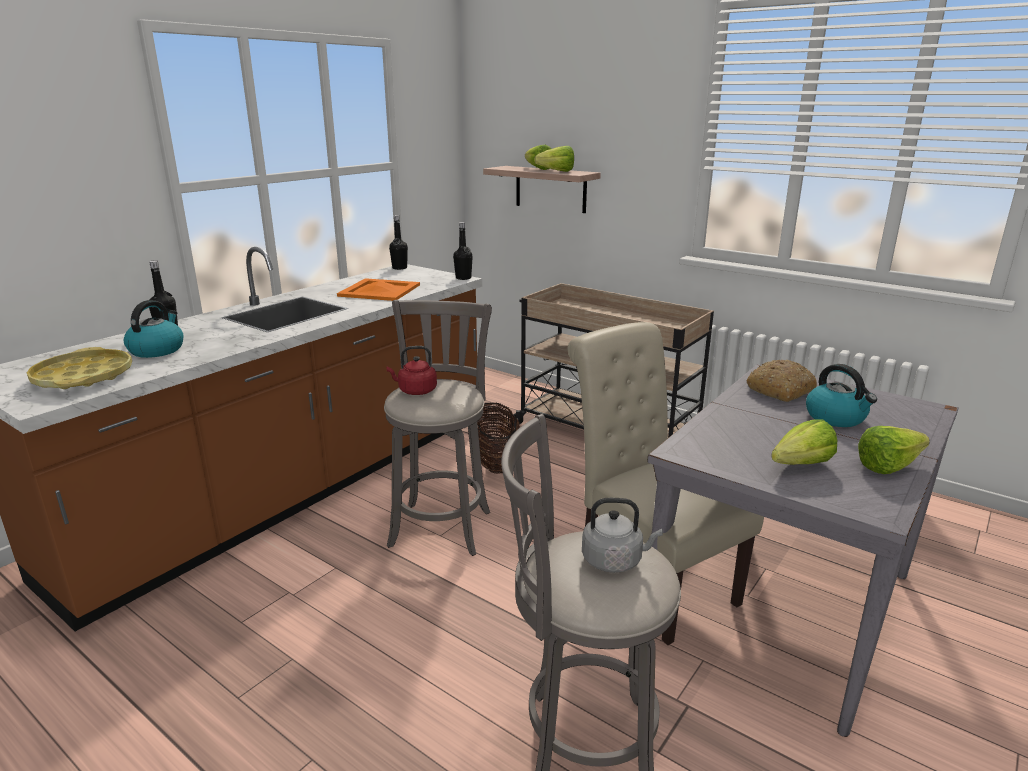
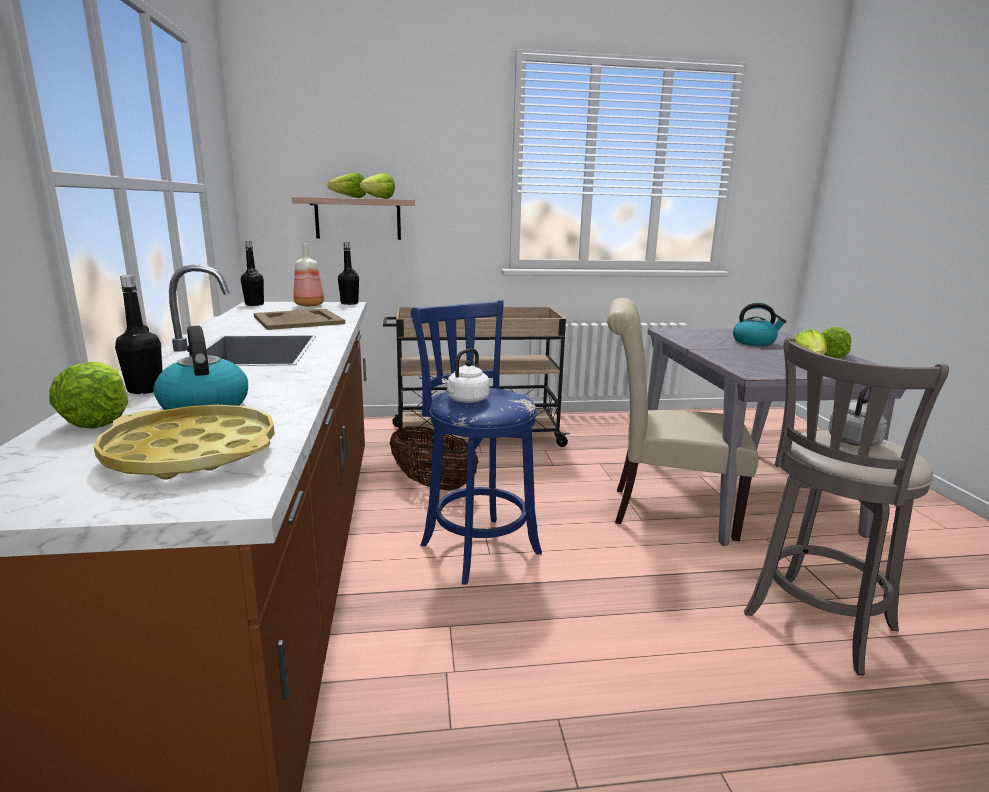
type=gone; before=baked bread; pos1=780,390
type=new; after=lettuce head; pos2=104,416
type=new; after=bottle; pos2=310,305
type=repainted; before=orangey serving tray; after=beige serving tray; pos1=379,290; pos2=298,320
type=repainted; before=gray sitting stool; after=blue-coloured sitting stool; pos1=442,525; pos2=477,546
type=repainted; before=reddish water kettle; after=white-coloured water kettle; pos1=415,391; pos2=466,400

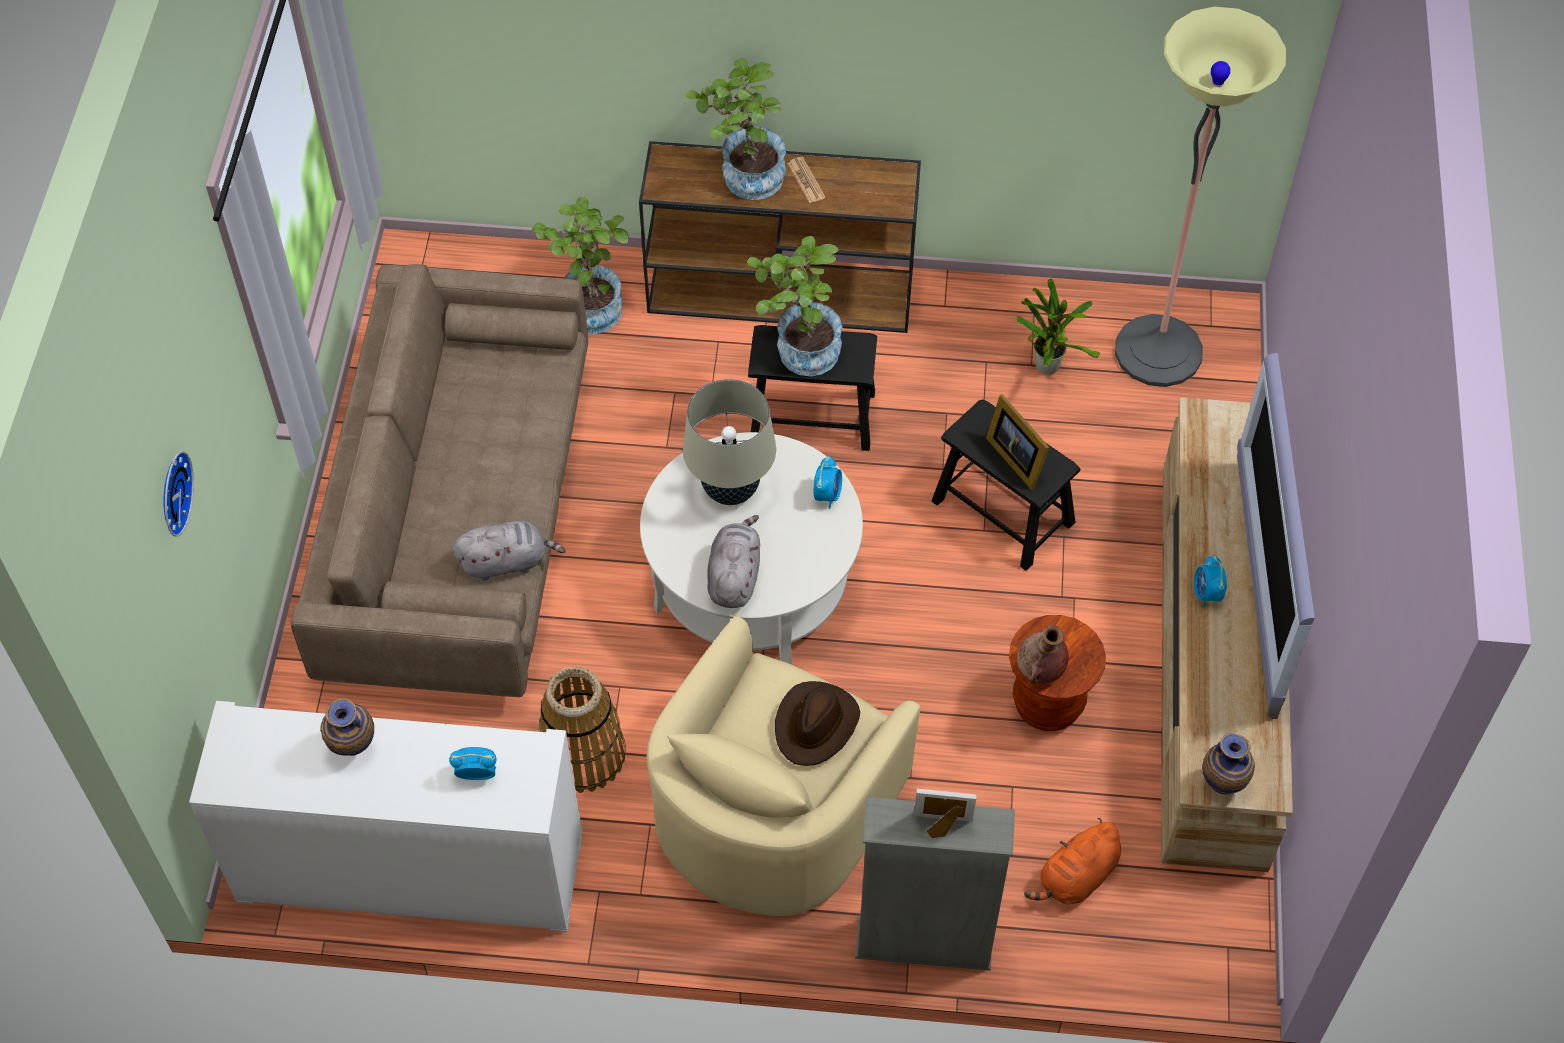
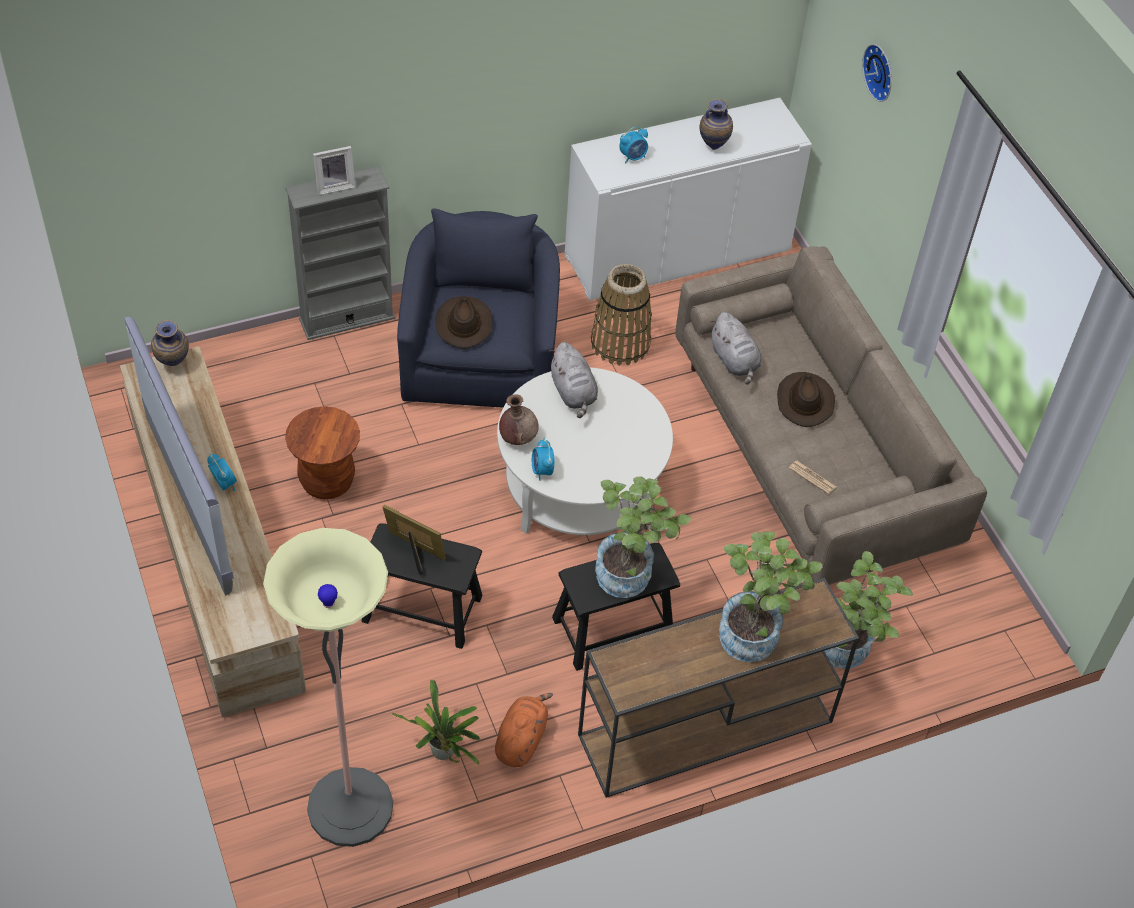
type=gone; before=beige tabletop lamp; pos1=730,489
type=new; after=brownish wearable hat; pos2=804,401
type=shifted; before=daily paper; pos1=806,180; pos2=812,477
type=shifted; before=brownish flower vase; pos1=1040,670; pos2=518,437
type=shifted; before=orangey soft toy; pos1=1076,878; pos2=521,739
type=repainted; before=beige easy chair; after=blue-coloured easy chair; pos1=772,809; pos2=481,355
type=rotated; before=gray soft toy; pos1=507,561; pos2=734,361; turn=-75

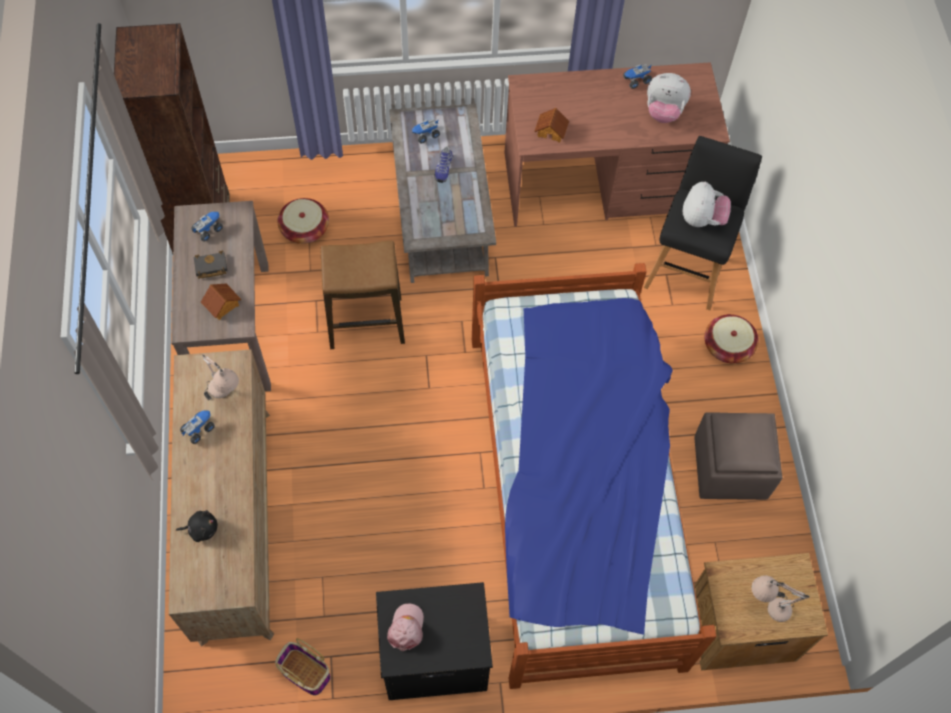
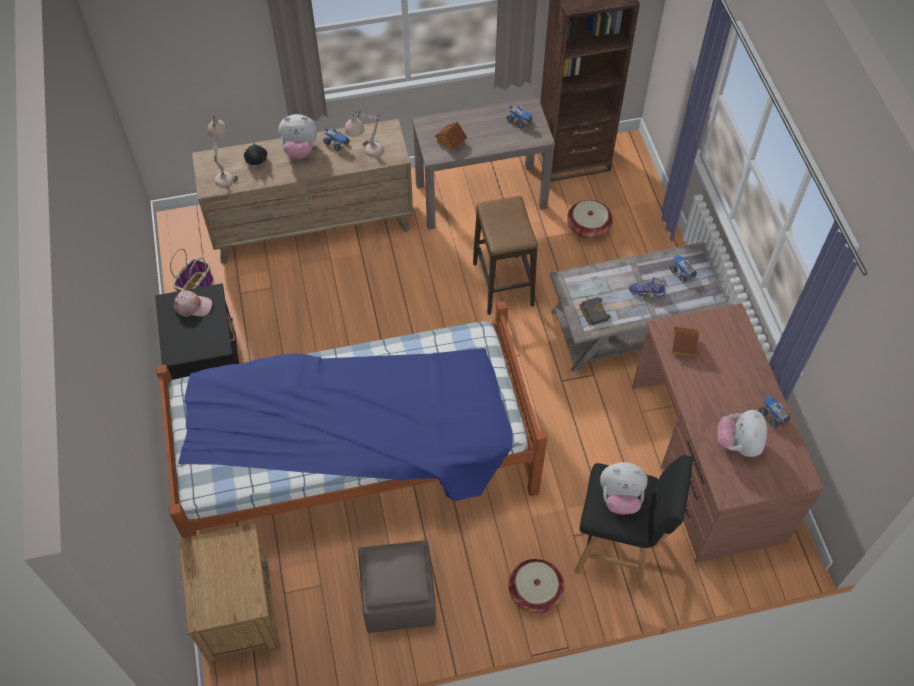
type=new; after=soft toy; pos2=300,150
type=shifted; before=black-coloured volume; pos1=210,267; pos2=593,312
type=shifted; before=beige tabletop lamp; pos1=766,607; pos2=225,171

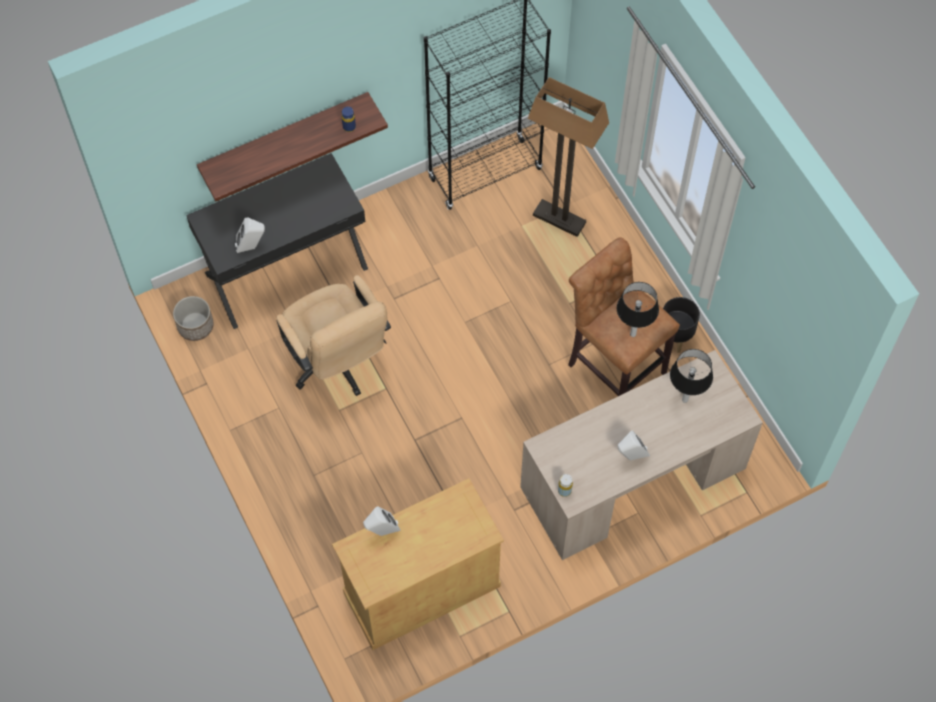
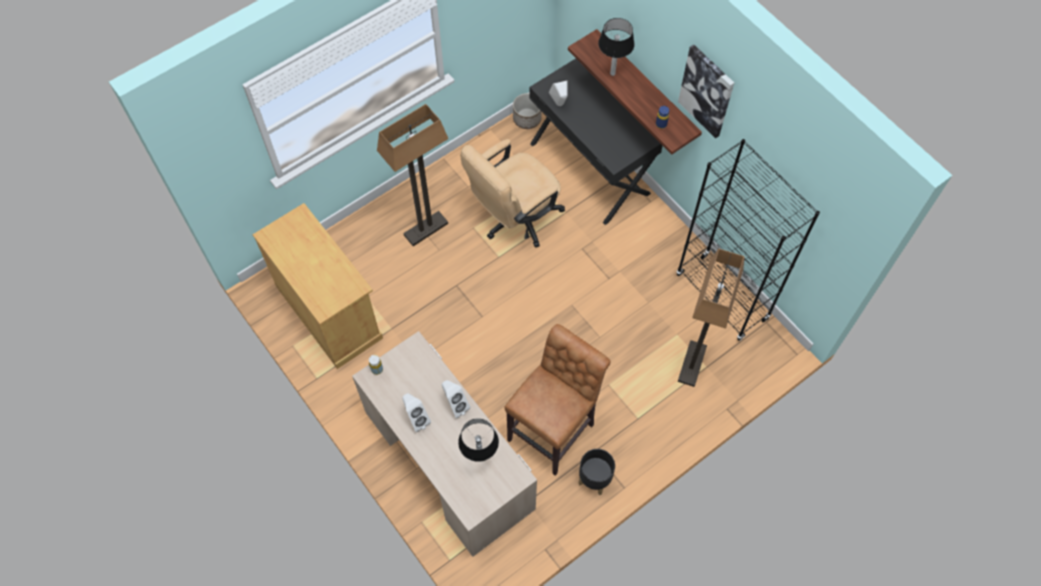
type=new; after=standard lamp; pos2=426,229
type=new; after=picture; pos2=707,91
type=shifted; before=white-coloured loudspeaker; pos1=382,532; pos2=455,405
type=shifted; before=tabletop lamp; pos1=633,334; pos2=612,73

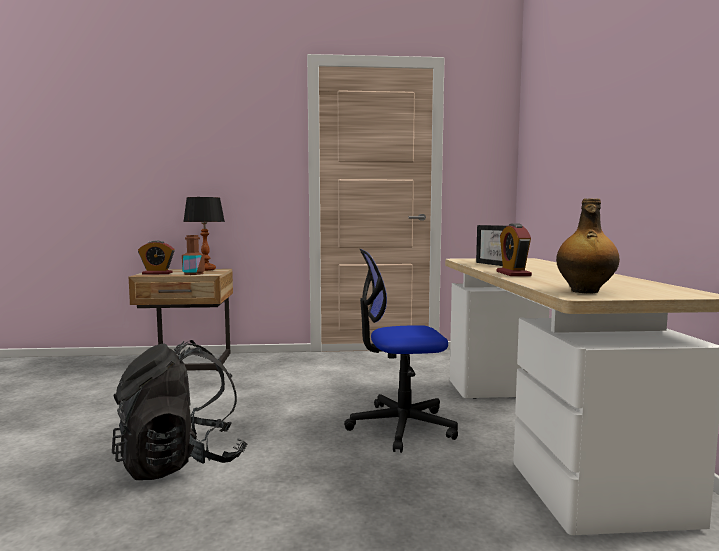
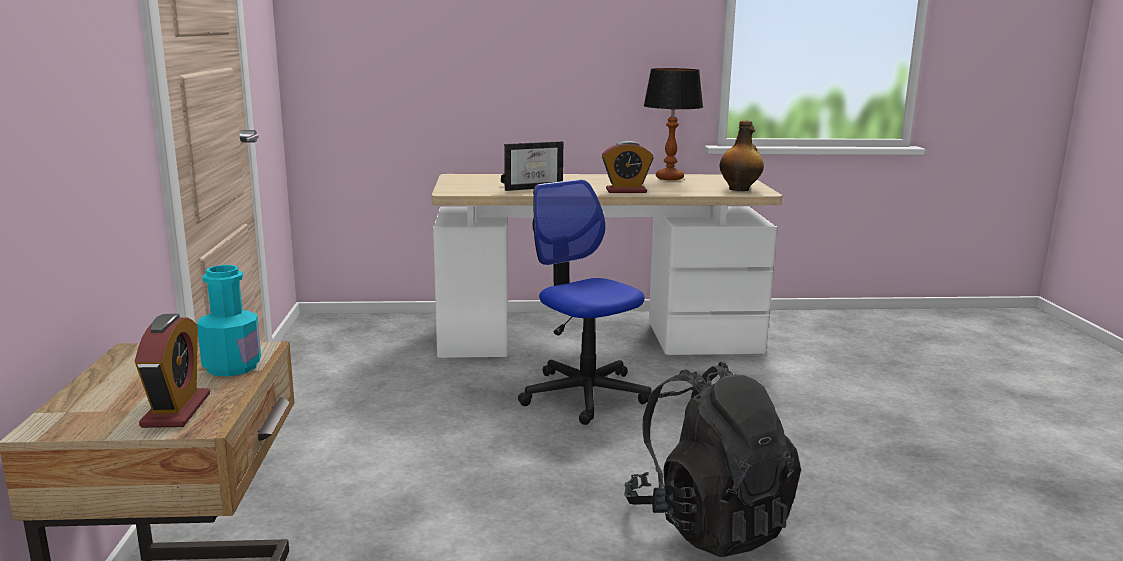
type=shifted; before=tabletop lamp; pos1=206,269; pos2=669,178
type=repainted; before=brownish bottle; after=blue-green bottle; pos1=193,274; pos2=232,367
type=rotated; before=computer chair; pos1=401,426; pos2=584,395; turn=150

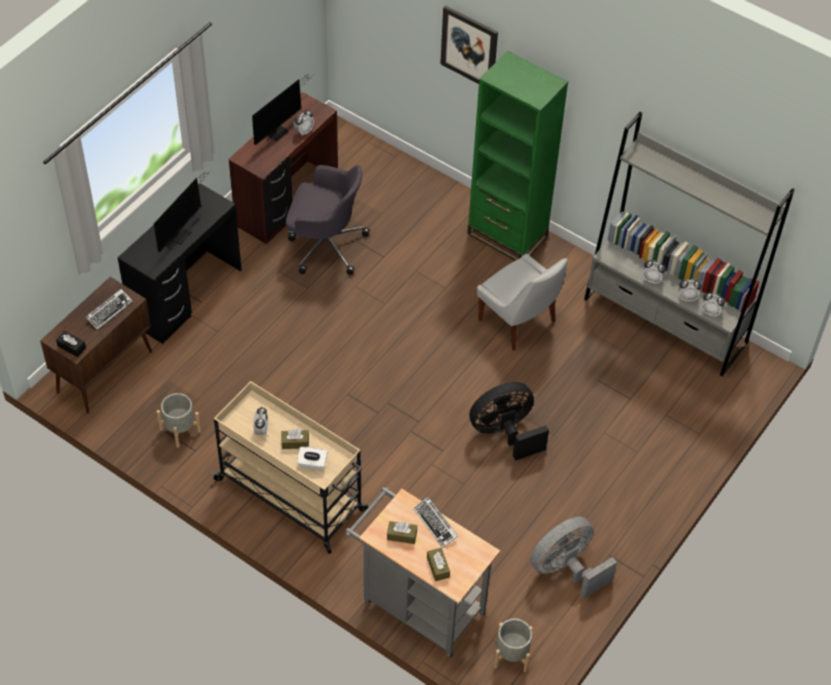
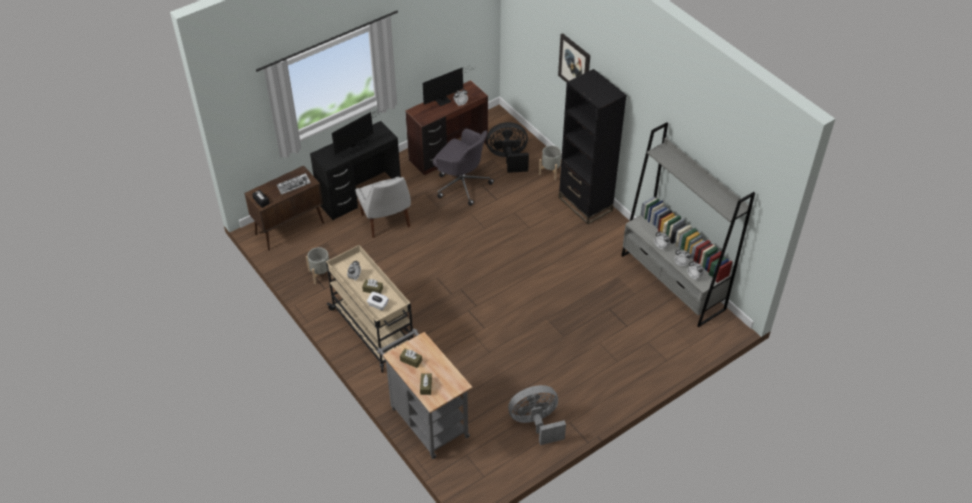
type=gone; before=keyboard; pos1=435,524
type=shifted; before=black-coloured electric fan; pos1=505,433; pos2=508,158
type=shifted; before=white-coloured chair; pos1=519,322; pos2=386,222
type=shifted; before=gray flower pot; pos1=511,655; pos2=550,171
type=repainted; before=greenish bookcase; after=black-coloured bookcase; pos1=507,235; pos2=585,204

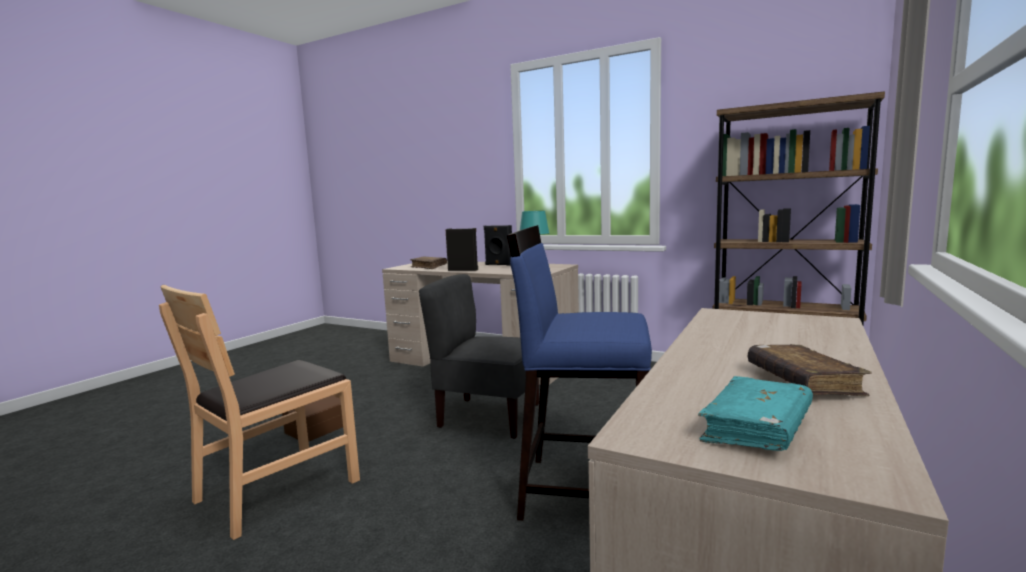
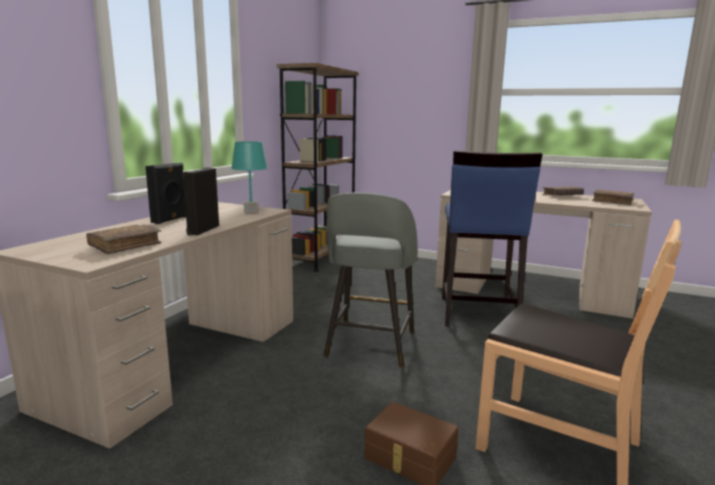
type=swapped; before=gray chair; after=gray sitting stool; pos1=489,417; pos2=369,345
type=repainted; before=blue-green volume; after=brownish volume; pos1=756,428; pos2=612,201

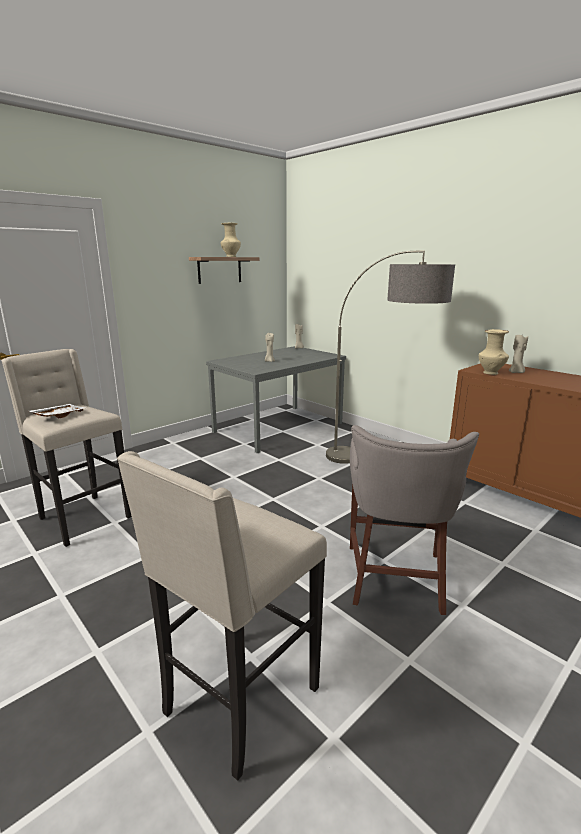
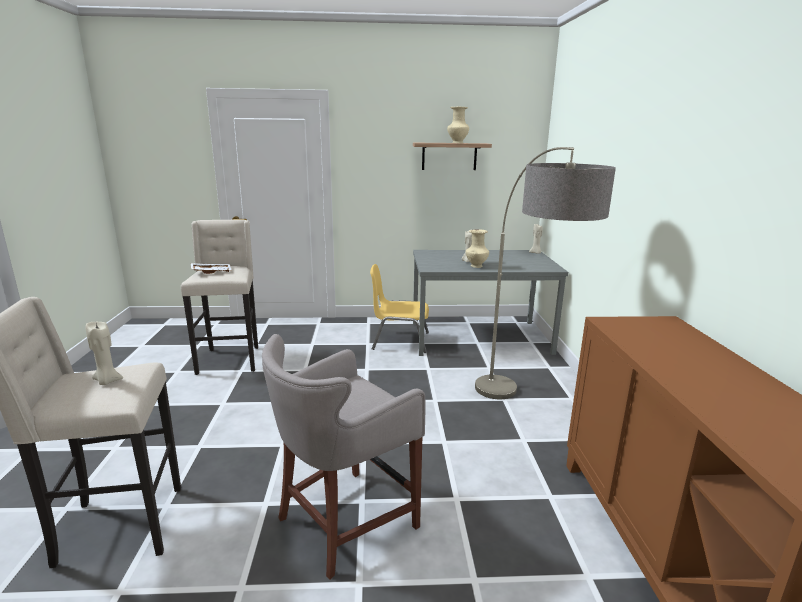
type=new; after=yellow chair; pos2=400,341
type=shifted; before=beige flower vase; pos1=491,373; pos2=476,266
type=shifted; before=beige wax light; pos1=516,372; pos2=107,381

